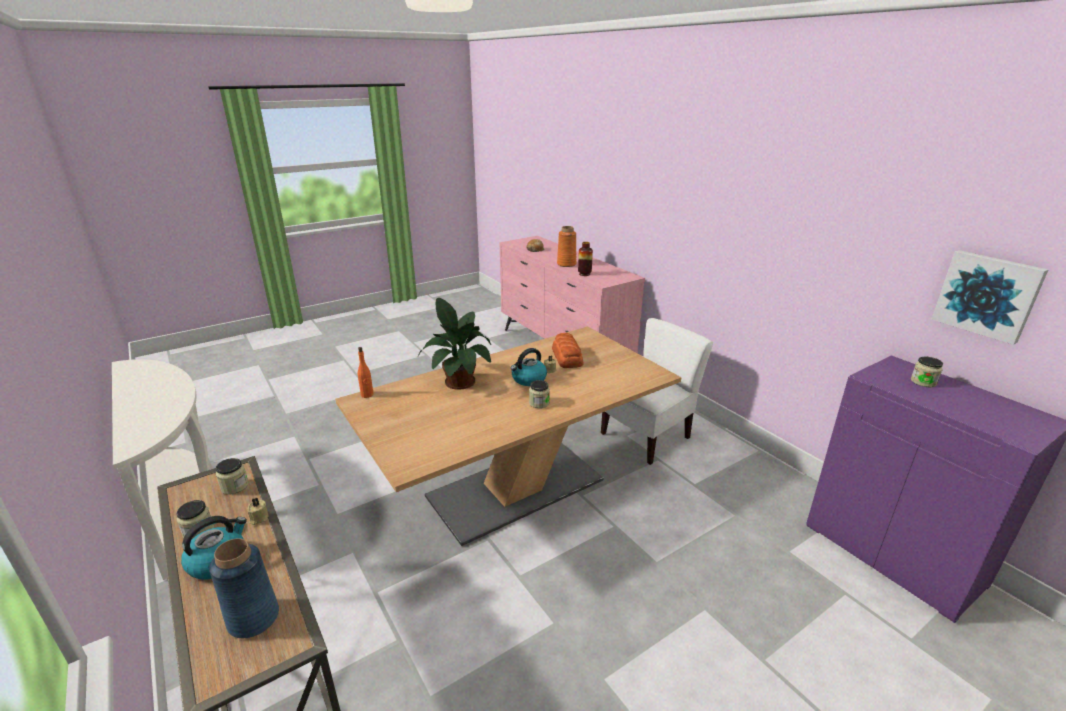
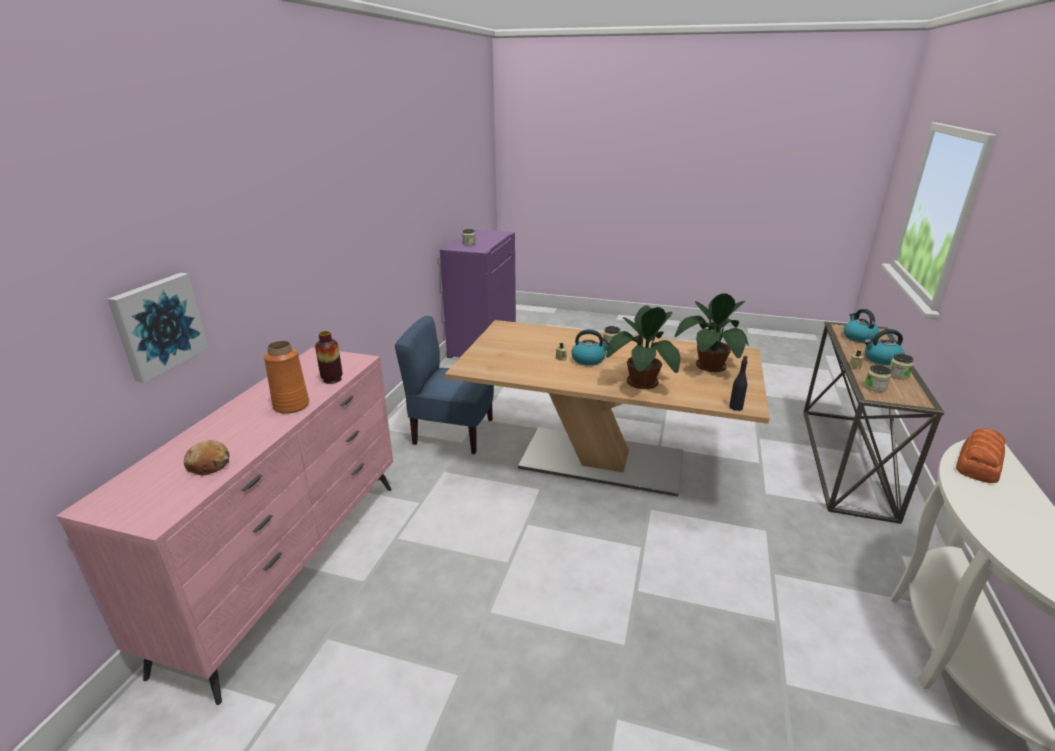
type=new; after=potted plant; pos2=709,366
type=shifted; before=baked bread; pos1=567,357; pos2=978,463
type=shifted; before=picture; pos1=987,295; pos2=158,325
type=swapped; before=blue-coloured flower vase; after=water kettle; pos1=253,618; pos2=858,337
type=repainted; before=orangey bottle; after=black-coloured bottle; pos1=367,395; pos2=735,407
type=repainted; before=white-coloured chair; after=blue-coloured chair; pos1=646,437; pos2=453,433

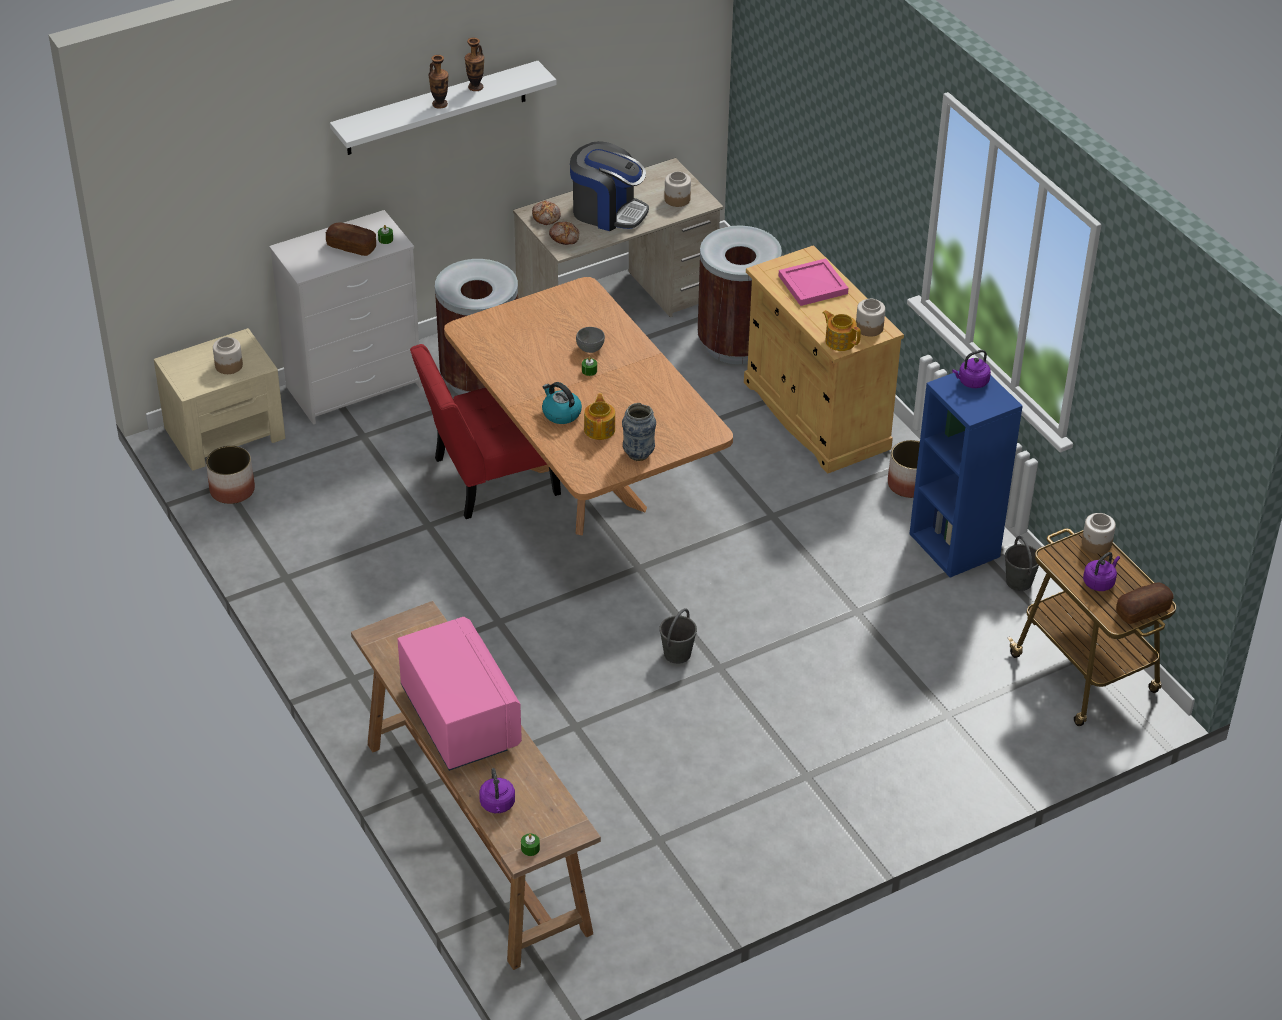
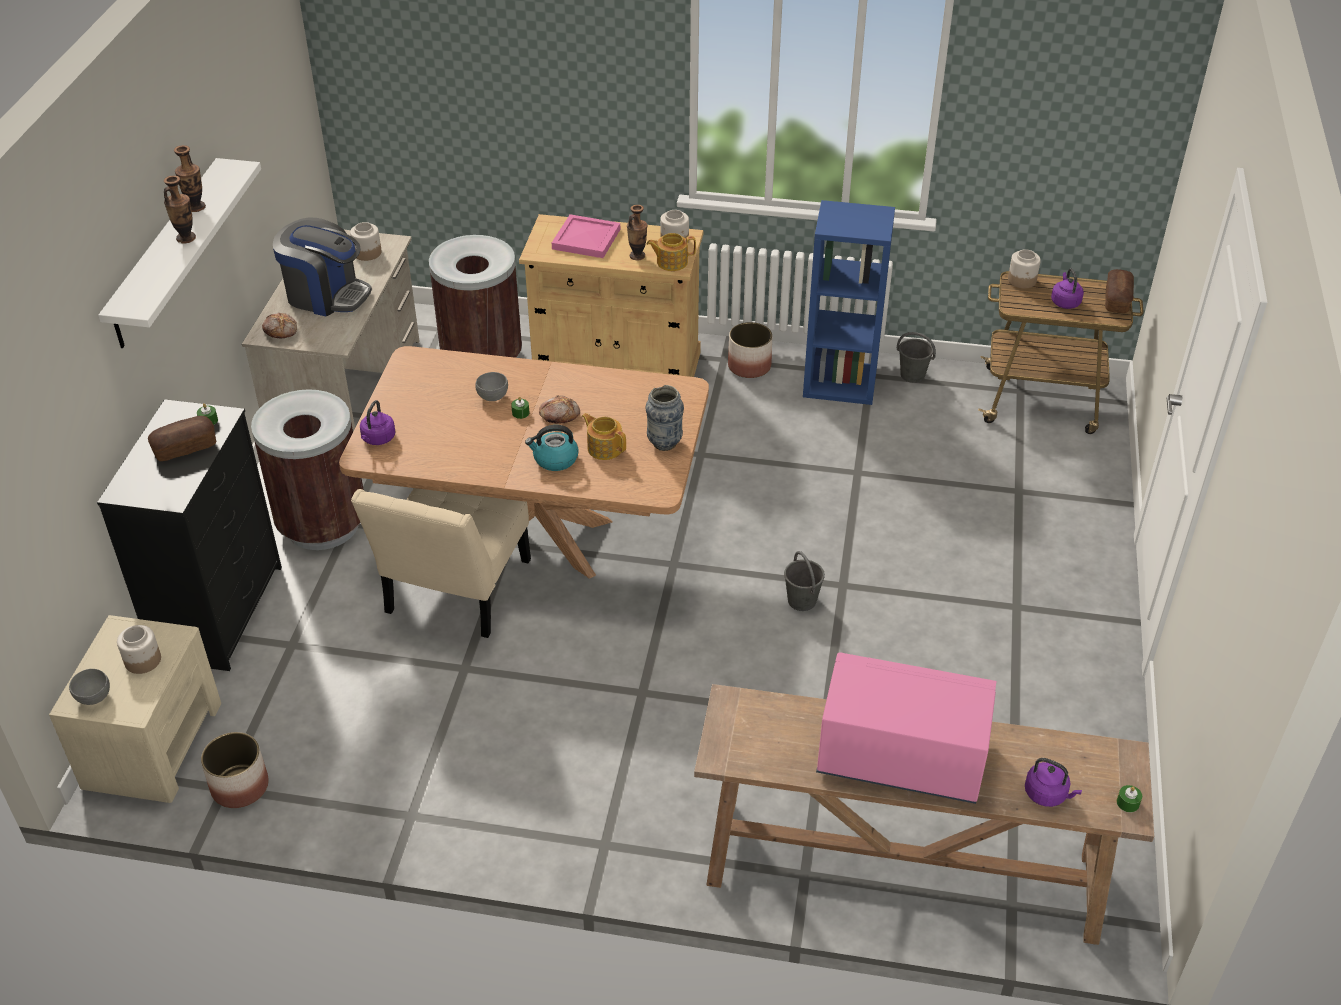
type=new; after=gray bowl; pos2=94,697
type=new; after=flower vase; pos2=637,256
type=shifted; before=baked bread; pos1=564,237; pos2=559,414
type=shifted; before=purple-coloured water kettle; pos1=971,382; pos2=378,439
type=repainted; before=white-coloured chest of drawers; after=black-coloured chest of drawers; pos1=355,386; pos2=219,611
type=repainted; before=reddish chair; after=beige chair; pos1=489,478; pos2=454,592
type=rotated; before=coffee brewer; pos1=607,211; pos2=326,295; turn=45

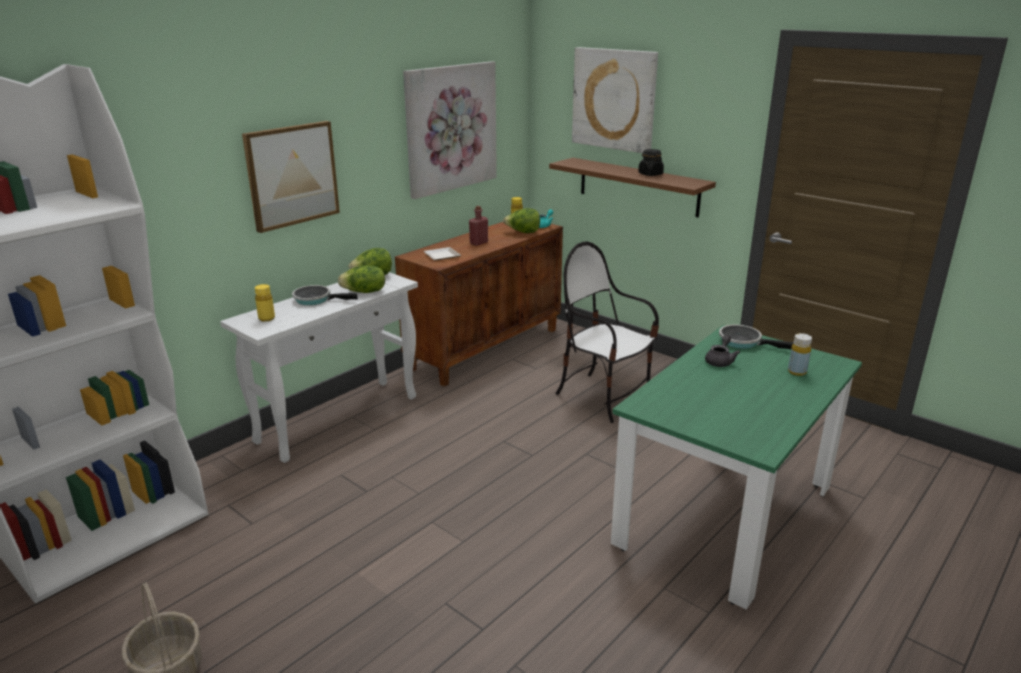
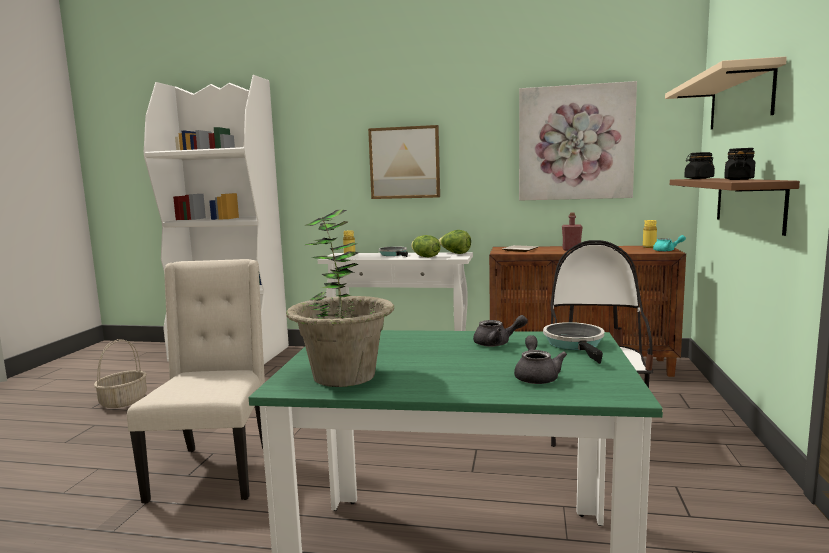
type=gone; before=lettuce head; pos1=523,232
type=new; after=beige chair; pos2=214,471
type=new; after=potted plant; pos2=344,376
type=new; after=black-coloured jar; pos2=698,178
type=swapped; before=picture; after=beige bracket shelf; pos1=614,99; pos2=740,100
type=swapped; before=yellow bottle; after=gray pot for tea; pos1=797,372; pos2=536,376

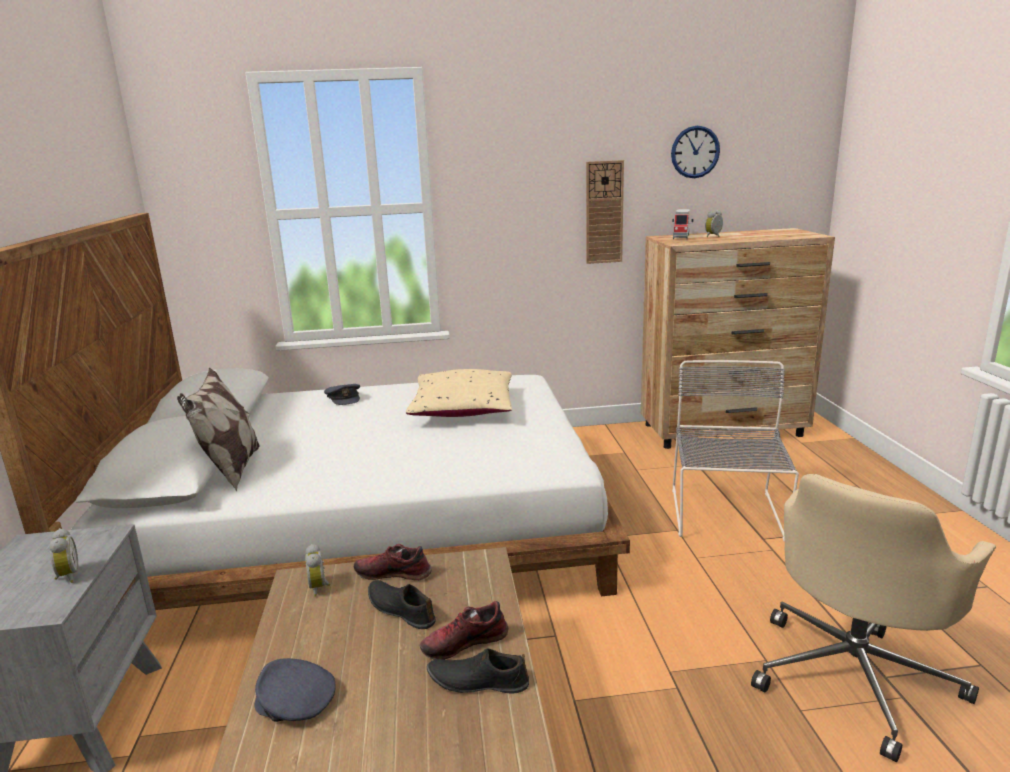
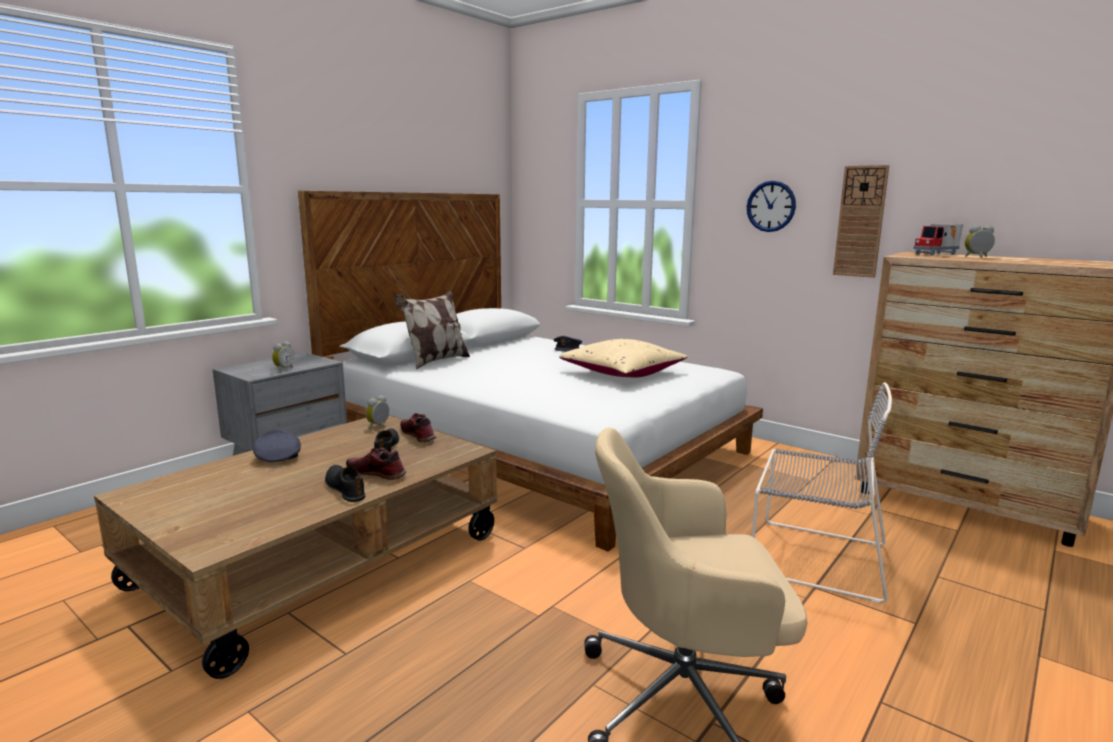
type=shifted; before=wall clock; pos1=695,152; pos2=771,206
type=rotated; before=gray chair; pos1=726,516; pos2=813,557; turn=60

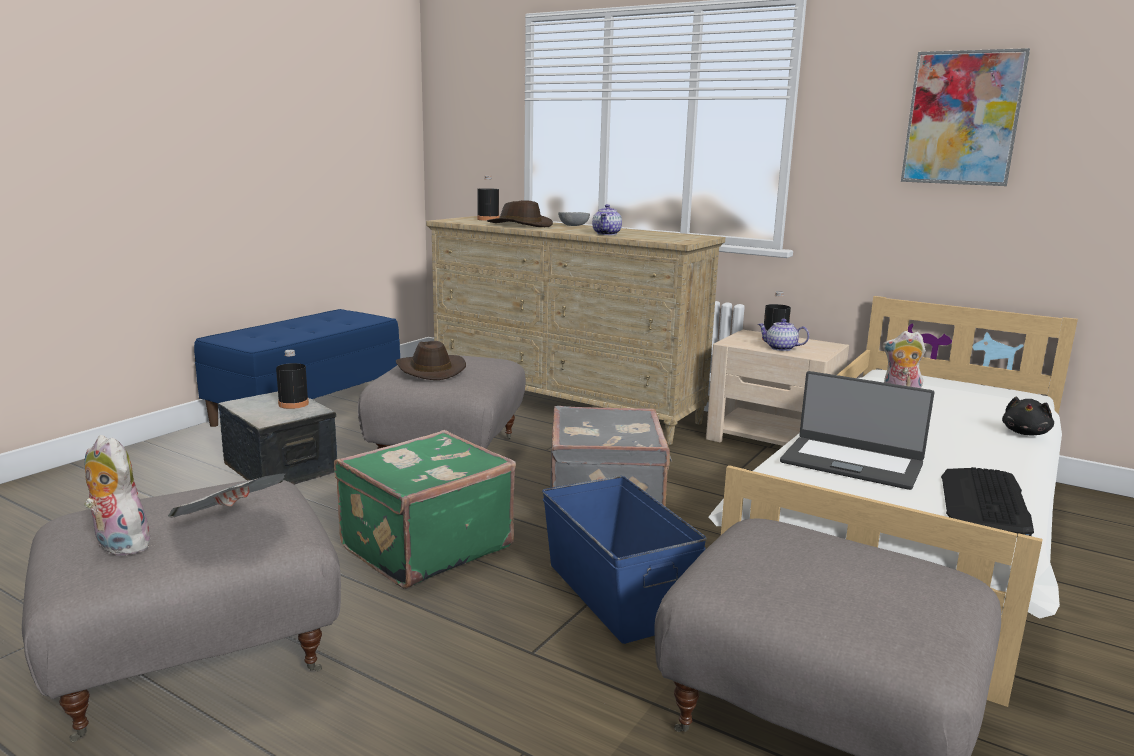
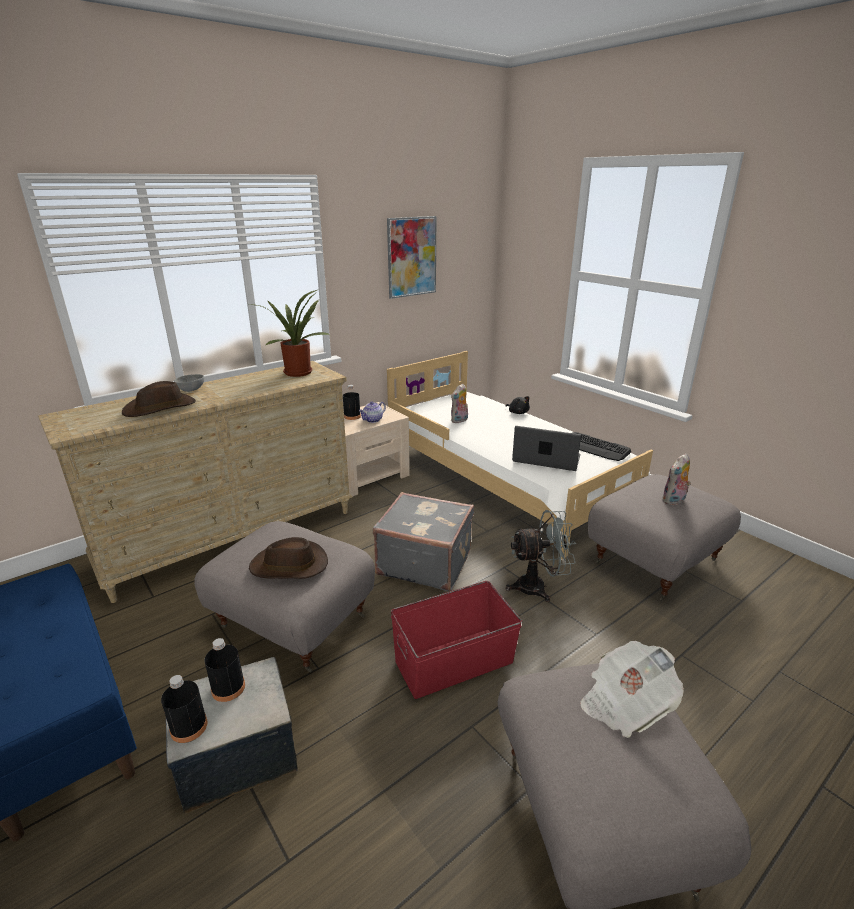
type=gone; before=pot for tea; pos1=607,234
type=new; after=potted plant; pos2=298,372
type=shifted; before=soft toy; pos1=118,545; pos2=674,501
type=shifted; before=black-coloured bottle; pos1=488,219; pos2=189,727
type=swapped; before=greenish travel case; after=reddish storage container; pos1=424,546; pos2=455,662
type=swapped; before=blue-coloured storage container; after=gray electric fan; pos1=616,592; pos2=538,587
type=rotated; before=laptop; pos1=852,463; pos2=546,459; turn=-120

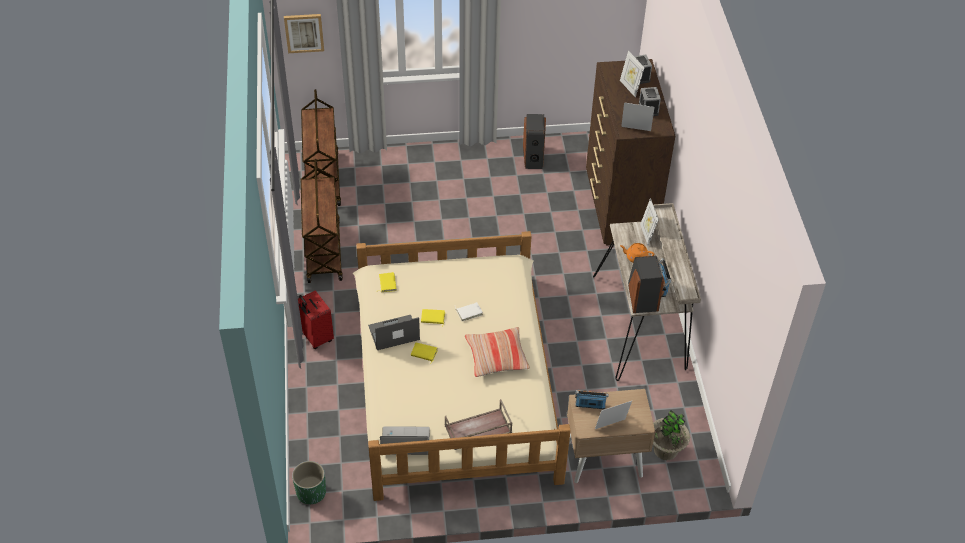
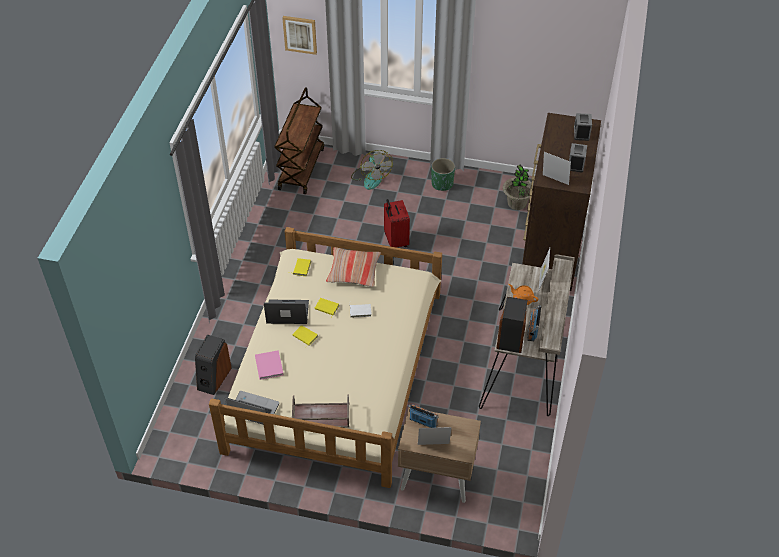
type=gone; before=brownish cart; pos1=323,251
type=gone; before=photo frame; pos1=630,88
type=new; after=pink volume; pos2=269,366
type=new; after=electric fan; pos2=371,177
type=shifted; before=greenish flower pot; pos1=311,492; pos2=442,184
type=shifted; before=reddish travel case; pos1=316,337; pos2=395,241
type=shifted; before=pillow; pos1=496,356; pos2=353,271
type=shifted; before=loudspeaker; pos1=533,156; pos2=213,378
type=shifted; before=potted plant; pos1=665,450; pos2=517,203

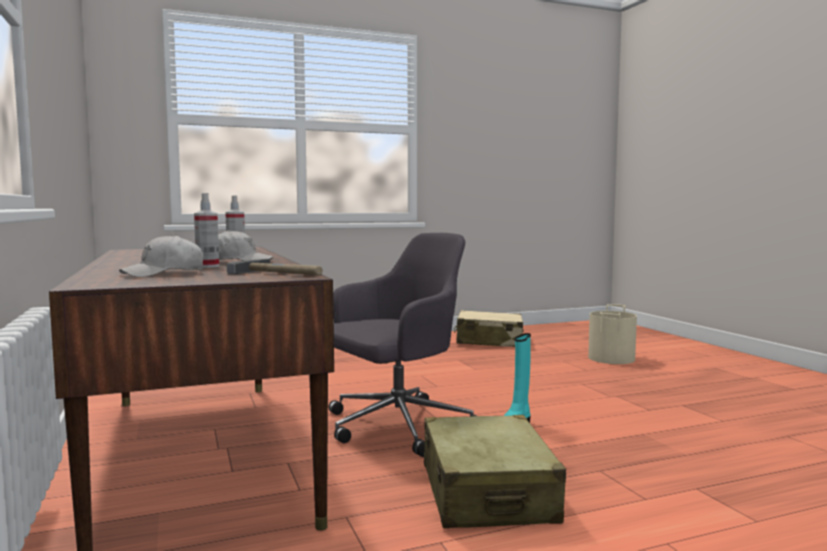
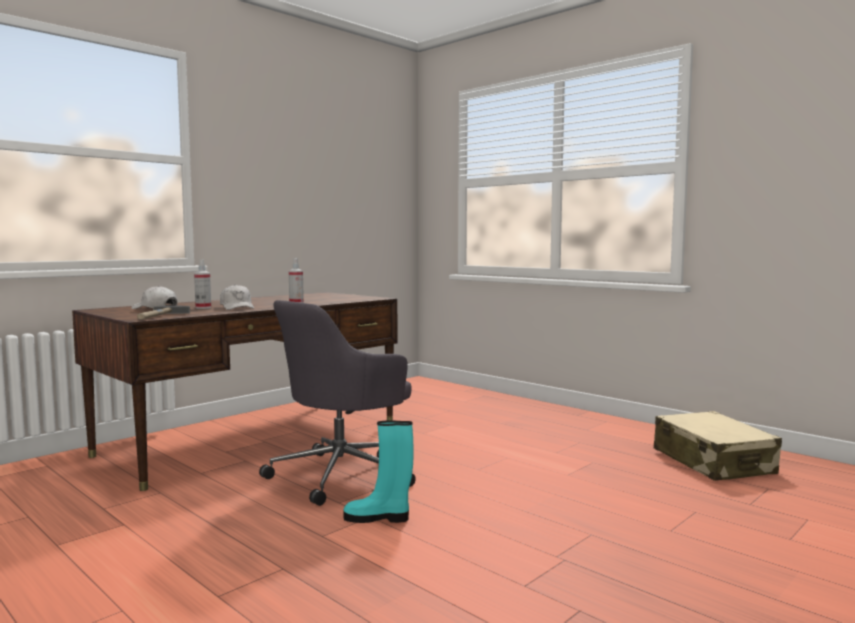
type=gone; before=beige travel case; pos1=487,493
type=gone; before=beige pail; pos1=612,358
type=rotated; before=gray computer chair; pos1=396,427; pos2=342,475; turn=105

